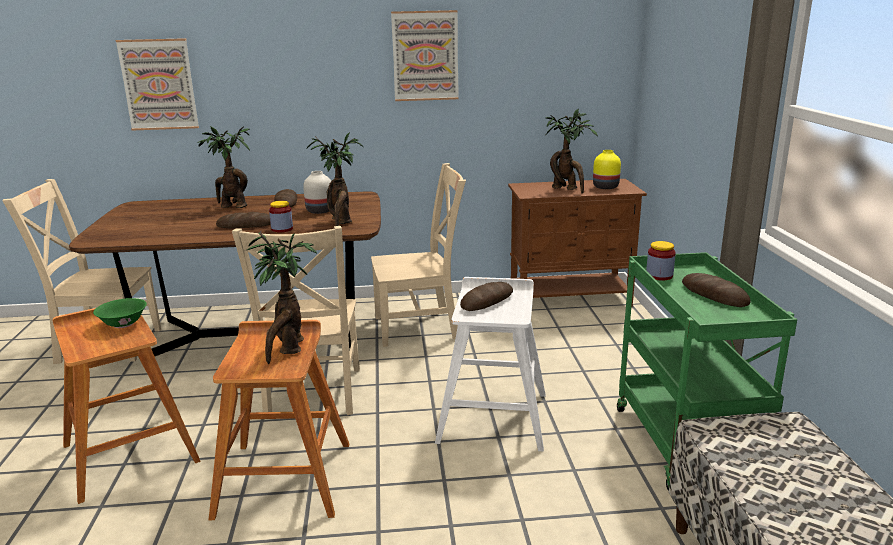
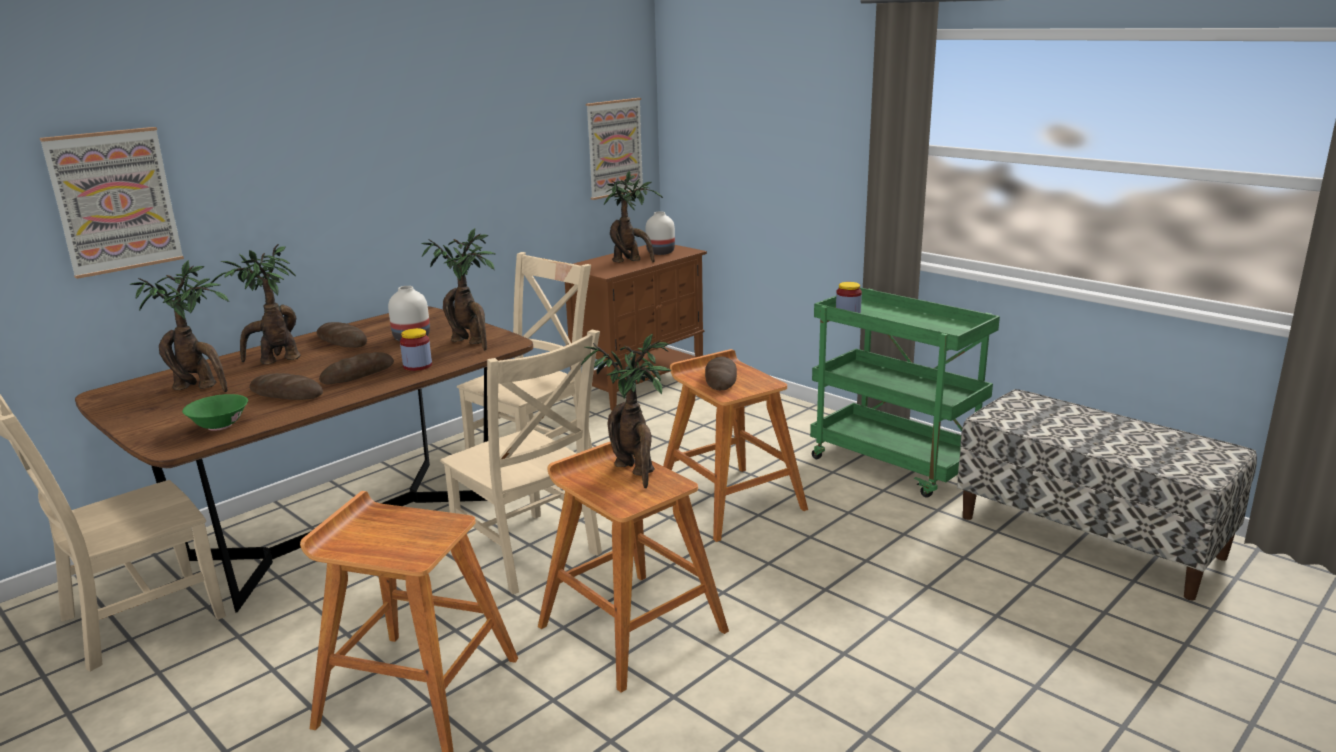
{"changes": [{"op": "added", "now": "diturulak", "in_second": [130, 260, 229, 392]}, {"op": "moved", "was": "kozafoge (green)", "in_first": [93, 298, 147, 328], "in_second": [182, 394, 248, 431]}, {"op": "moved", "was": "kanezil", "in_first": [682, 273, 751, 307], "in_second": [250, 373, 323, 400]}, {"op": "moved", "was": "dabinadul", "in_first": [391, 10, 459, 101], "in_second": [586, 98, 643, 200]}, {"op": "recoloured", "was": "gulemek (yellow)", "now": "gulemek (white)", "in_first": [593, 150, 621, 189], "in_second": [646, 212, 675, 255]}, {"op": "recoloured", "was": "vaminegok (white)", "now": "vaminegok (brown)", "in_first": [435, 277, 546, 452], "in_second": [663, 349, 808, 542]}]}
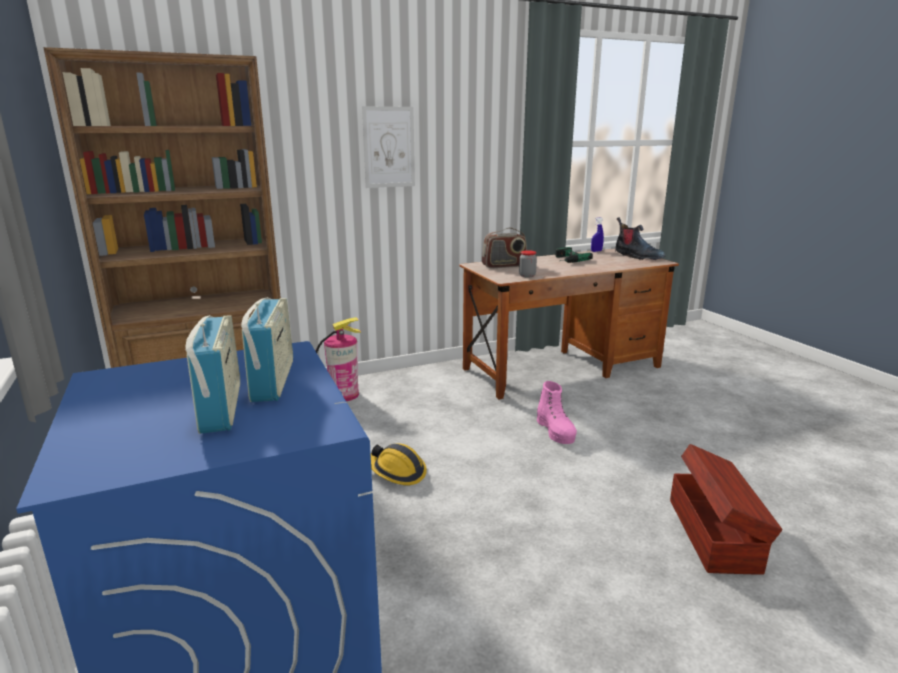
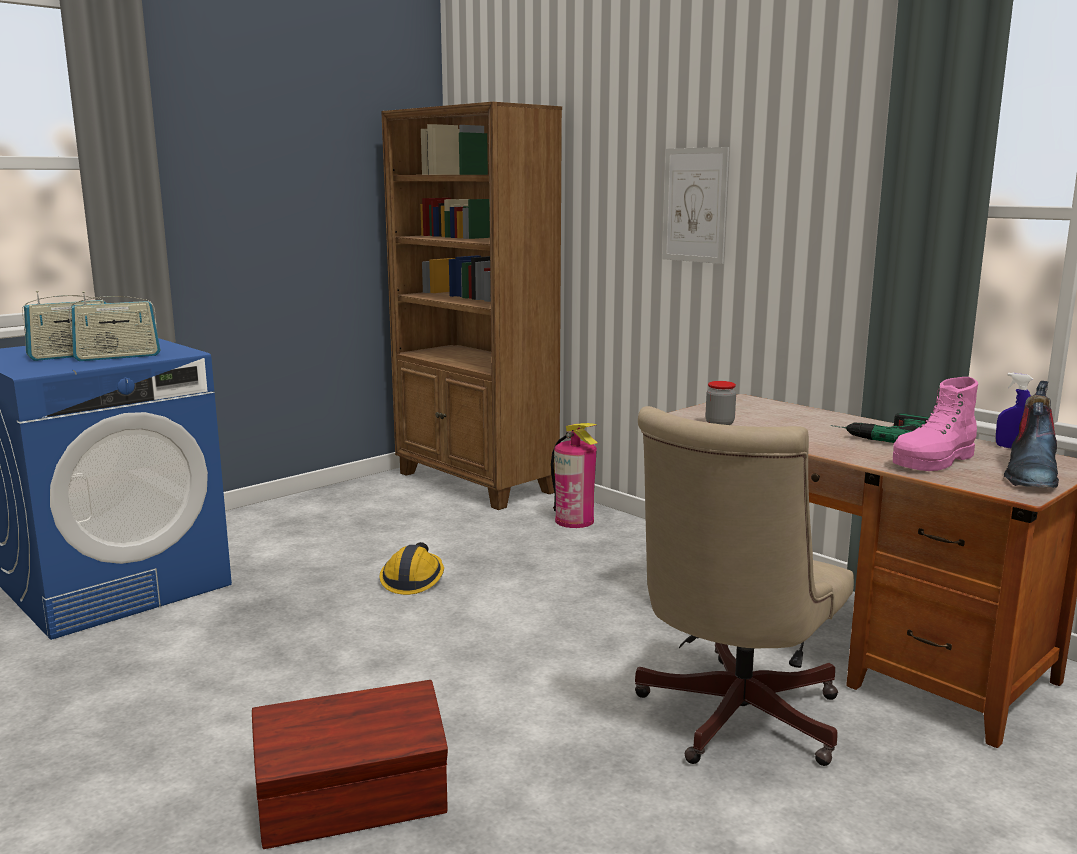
{"changes": [{"op": "added", "now": "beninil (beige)", "in_second": [635, 406, 854, 766]}, {"op": "moved", "was": "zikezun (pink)", "in_first": [537, 381, 577, 444], "in_second": [893, 377, 978, 471]}, {"op": "removed", "was": "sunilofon", "in_first": [482, 228, 527, 268]}]}
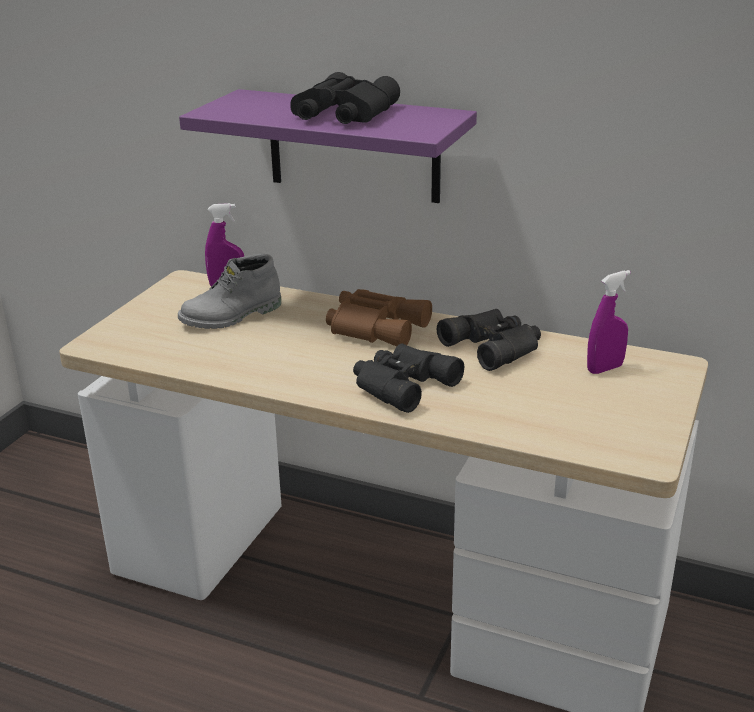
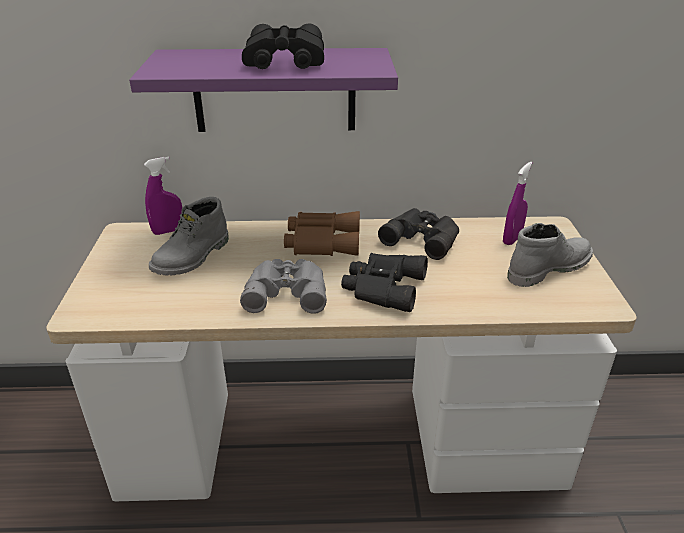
{"changes": [{"op": "added", "now": "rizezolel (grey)", "in_second": [240, 259, 327, 314]}, {"op": "added", "now": "zikezun (grey)", "in_second": [507, 223, 593, 287]}]}
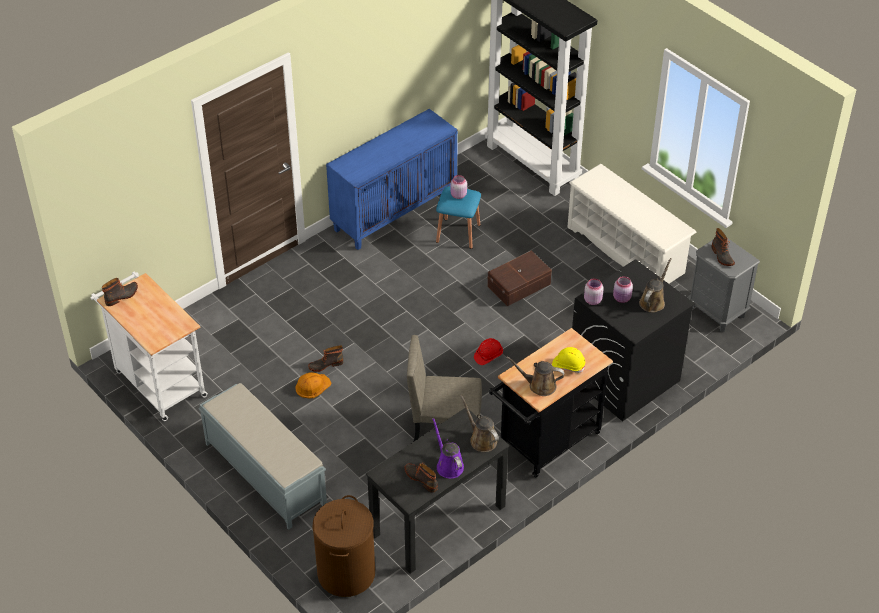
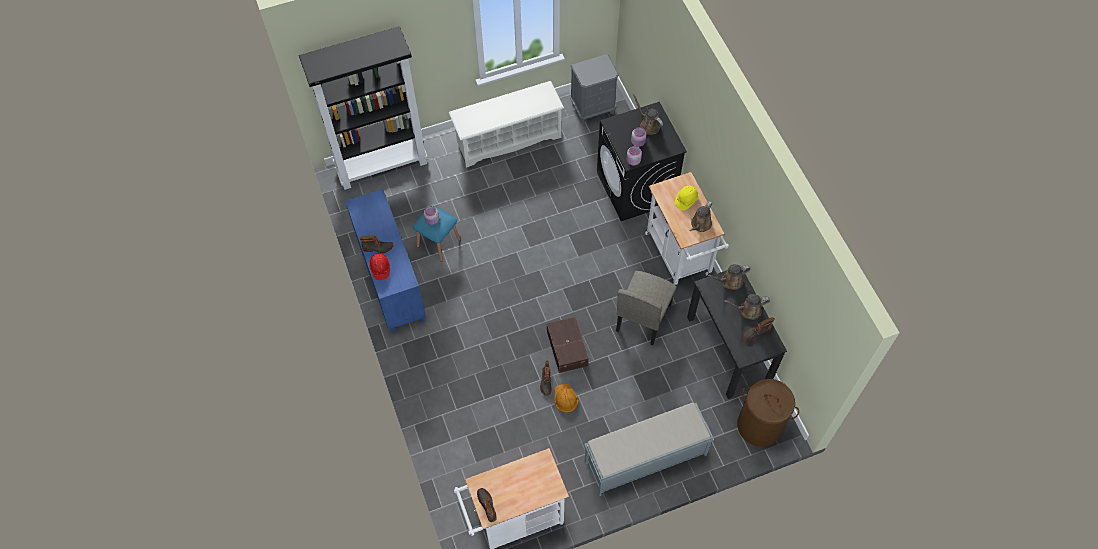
{"changes": [{"op": "moved", "was": "zikezun", "in_first": [711, 228, 735, 266], "in_second": [360, 235, 393, 253]}, {"op": "moved", "was": "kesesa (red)", "in_first": [474, 338, 503, 365], "in_second": [369, 254, 390, 280]}, {"op": "moved", "was": "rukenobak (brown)", "in_first": [487, 251, 552, 306], "in_second": [547, 317, 589, 373]}, {"op": "recoloured", "was": "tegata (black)", "now": "tegata (white)", "in_first": [489, 328, 613, 478], "in_second": [645, 172, 729, 285]}, {"op": "recoloured", "was": "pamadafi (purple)", "now": "pamadafi (brown)", "in_first": [432, 418, 464, 479], "in_second": [724, 294, 770, 320]}]}
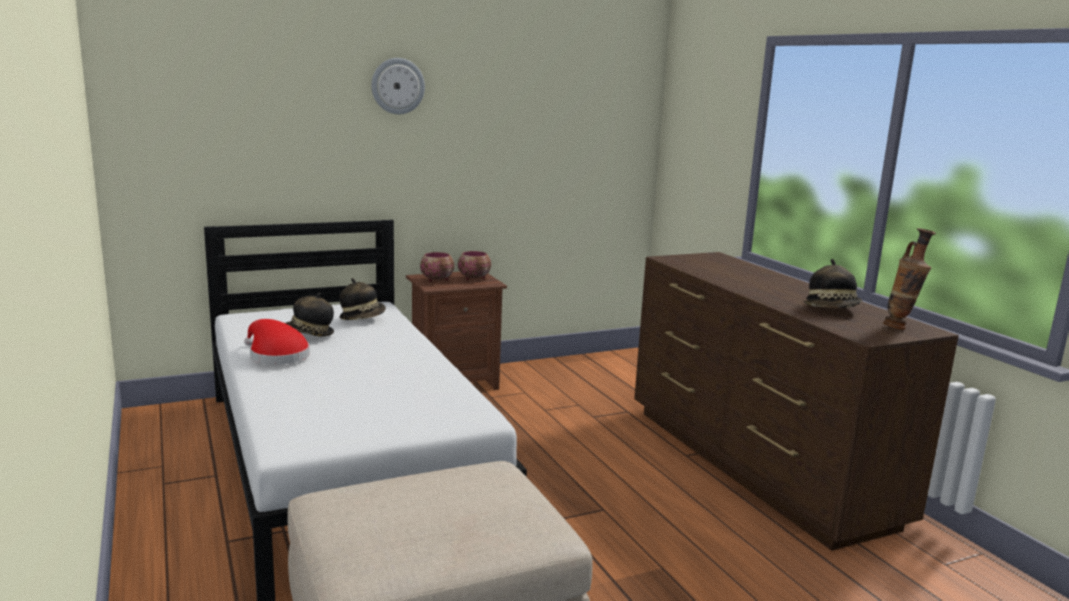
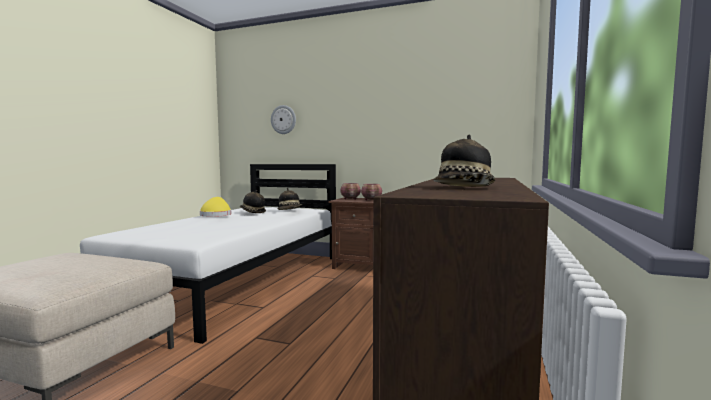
{"changes": [{"op": "recoloured", "was": "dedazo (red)", "now": "dedazo (yellow)", "in_first": [244, 319, 310, 365], "in_second": [200, 197, 231, 217]}, {"op": "moved", "was": "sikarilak", "in_first": [371, 58, 425, 114], "in_second": [271, 105, 296, 134]}, {"op": "removed", "was": "gulemek", "in_first": [883, 228, 937, 330]}]}
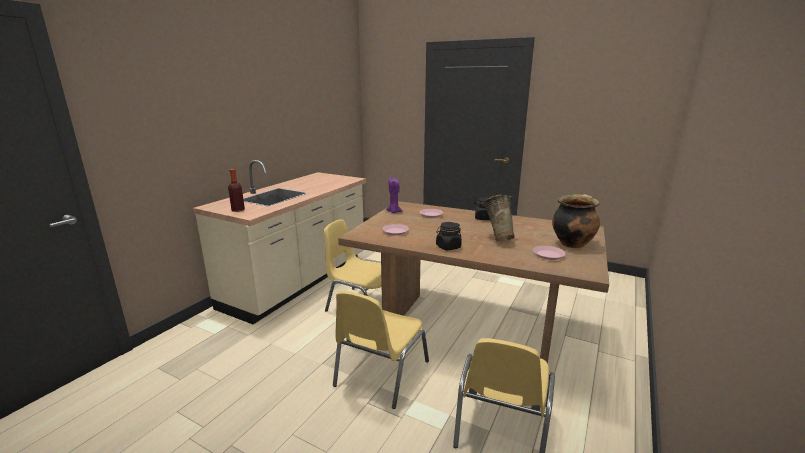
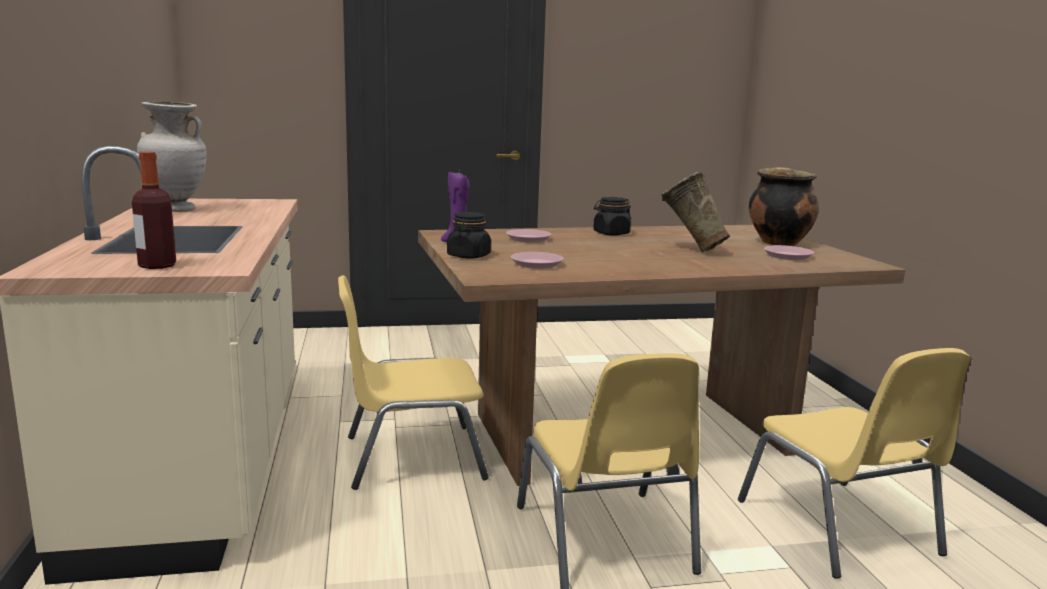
{"changes": [{"op": "added", "now": "gulemek (beige)", "in_second": [137, 102, 207, 212]}, {"op": "moved", "was": "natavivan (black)", "in_first": [436, 222, 462, 250], "in_second": [447, 212, 491, 259]}]}
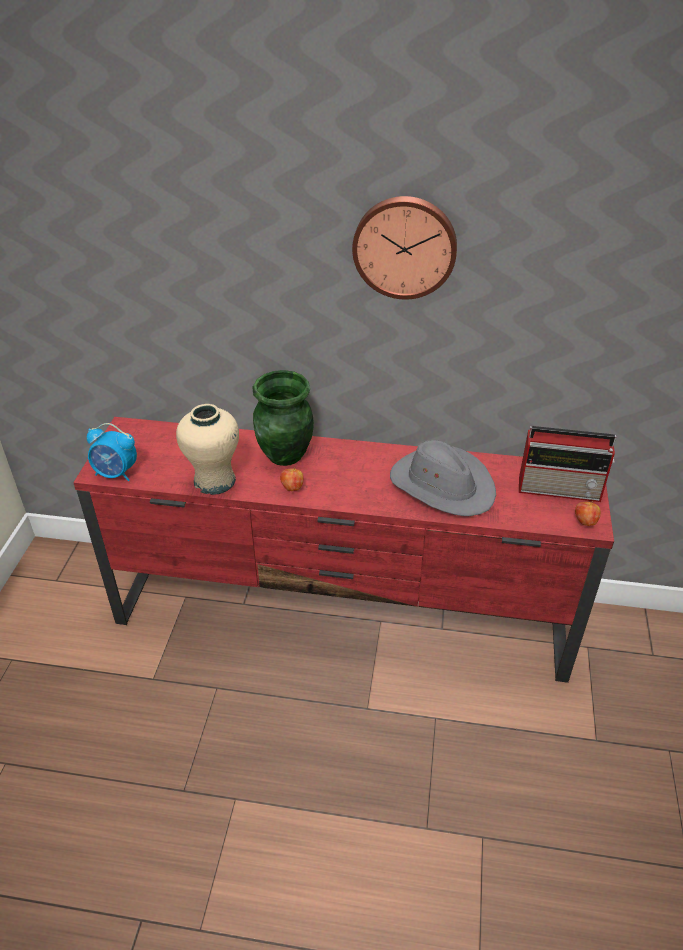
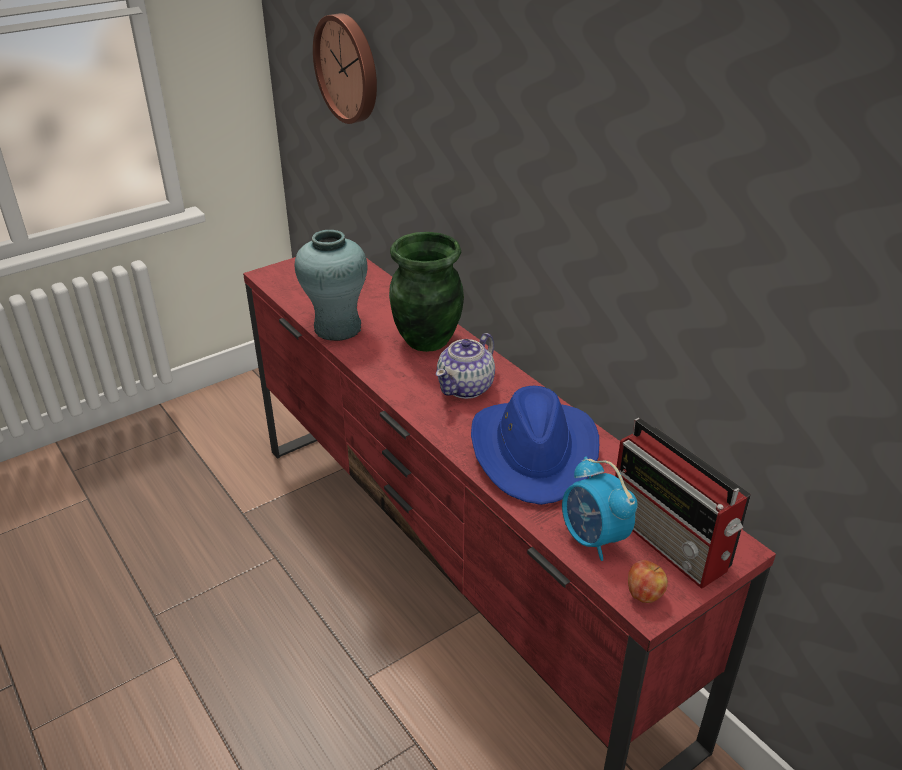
{"changes": [{"op": "recoloured", "was": "gulemek (beige)", "now": "gulemek (turquoise)", "in_first": [176, 404, 239, 495], "in_second": [295, 230, 367, 341]}, {"op": "moved", "was": "sikarilak", "in_first": [352, 196, 457, 299], "in_second": [313, 13, 377, 124]}, {"op": "added", "now": "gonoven", "in_second": [436, 333, 495, 399]}, {"op": "recoloured", "was": "dedazo (grey)", "now": "dedazo (blue)", "in_first": [390, 440, 496, 516], "in_second": [471, 386, 599, 505]}, {"op": "moved", "was": "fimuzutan", "in_first": [87, 423, 137, 481], "in_second": [562, 457, 638, 561]}, {"op": "removed", "was": "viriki", "in_first": [280, 468, 304, 491]}]}
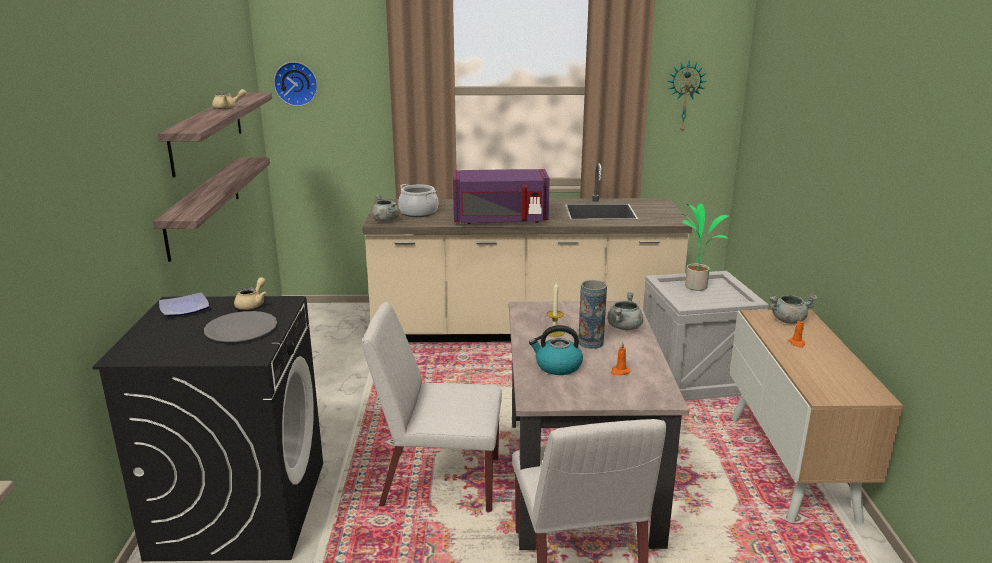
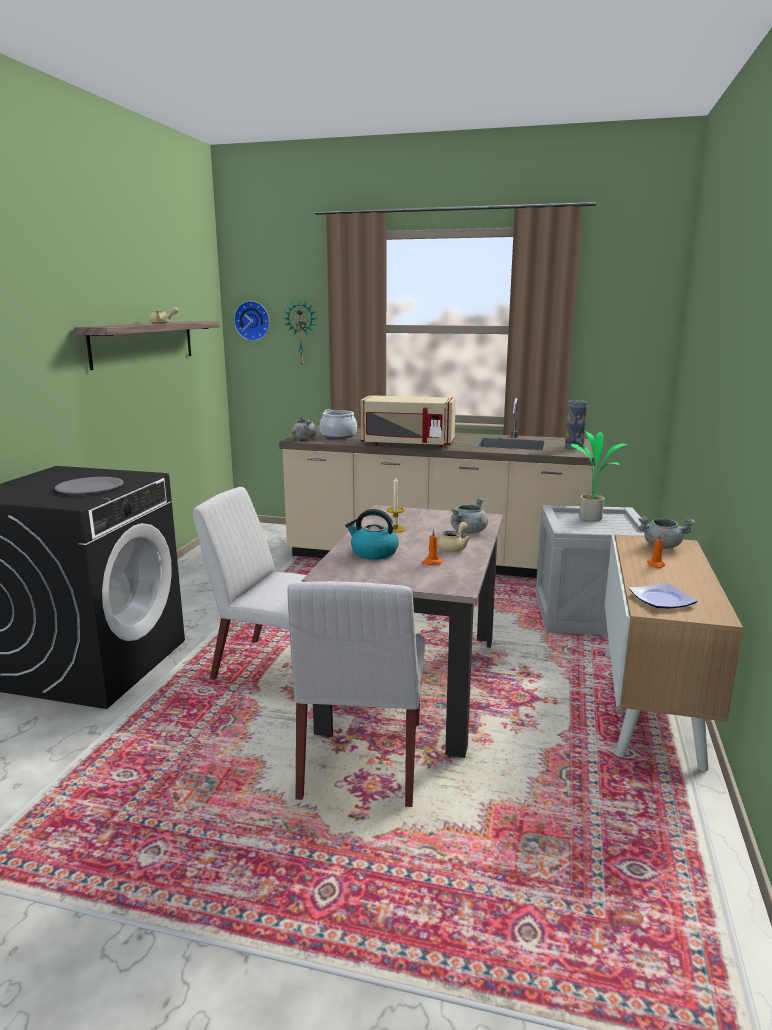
{"changes": [{"op": "moved", "was": "sikarilak", "in_first": [667, 61, 707, 133], "in_second": [284, 300, 317, 365]}, {"op": "recoloured", "was": "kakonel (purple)", "now": "kakonel (beige)", "in_first": [453, 169, 550, 224], "in_second": [361, 395, 456, 448]}, {"op": "moved", "was": "gonoven (beige)", "in_first": [234, 277, 266, 310], "in_second": [437, 522, 471, 552]}, {"op": "moved", "was": "gulemek", "in_first": [578, 280, 607, 349], "in_second": [565, 400, 588, 449]}, {"op": "moved", "was": "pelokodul", "in_first": [159, 292, 209, 317], "in_second": [629, 583, 698, 609]}, {"op": "removed", "was": "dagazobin", "in_first": [153, 158, 270, 262]}]}
